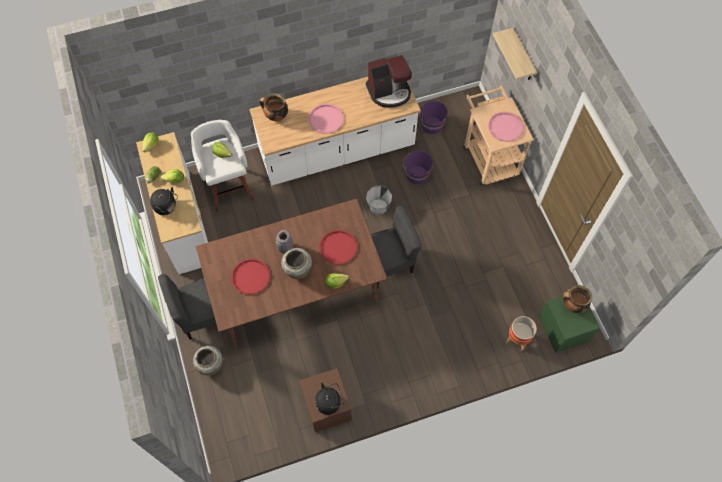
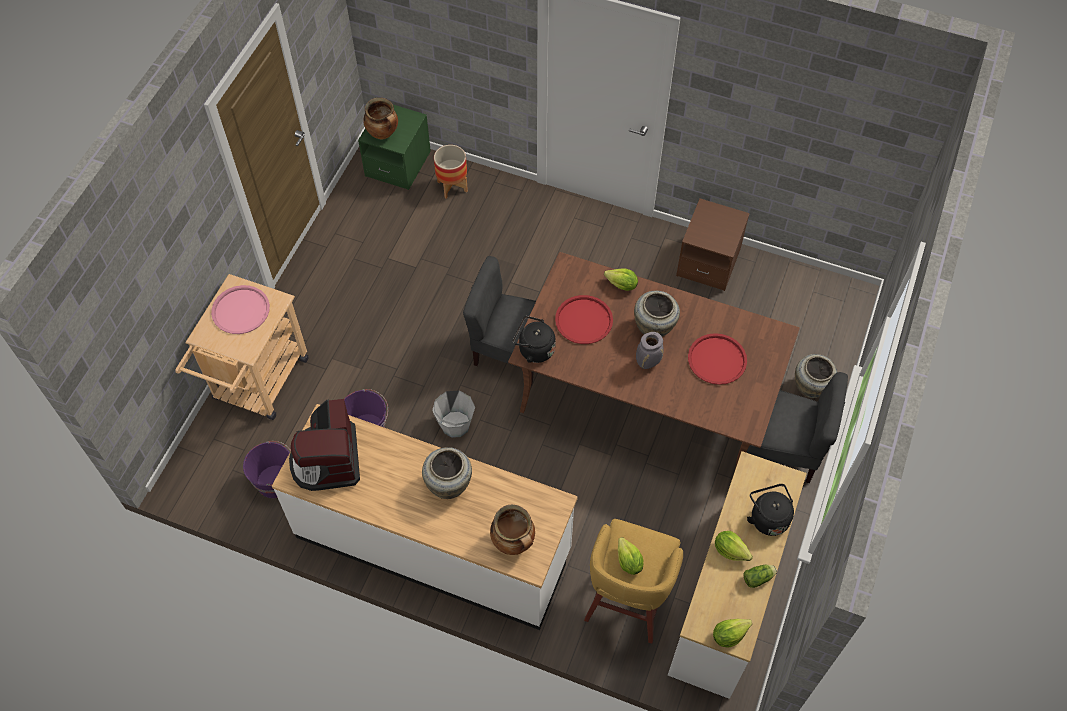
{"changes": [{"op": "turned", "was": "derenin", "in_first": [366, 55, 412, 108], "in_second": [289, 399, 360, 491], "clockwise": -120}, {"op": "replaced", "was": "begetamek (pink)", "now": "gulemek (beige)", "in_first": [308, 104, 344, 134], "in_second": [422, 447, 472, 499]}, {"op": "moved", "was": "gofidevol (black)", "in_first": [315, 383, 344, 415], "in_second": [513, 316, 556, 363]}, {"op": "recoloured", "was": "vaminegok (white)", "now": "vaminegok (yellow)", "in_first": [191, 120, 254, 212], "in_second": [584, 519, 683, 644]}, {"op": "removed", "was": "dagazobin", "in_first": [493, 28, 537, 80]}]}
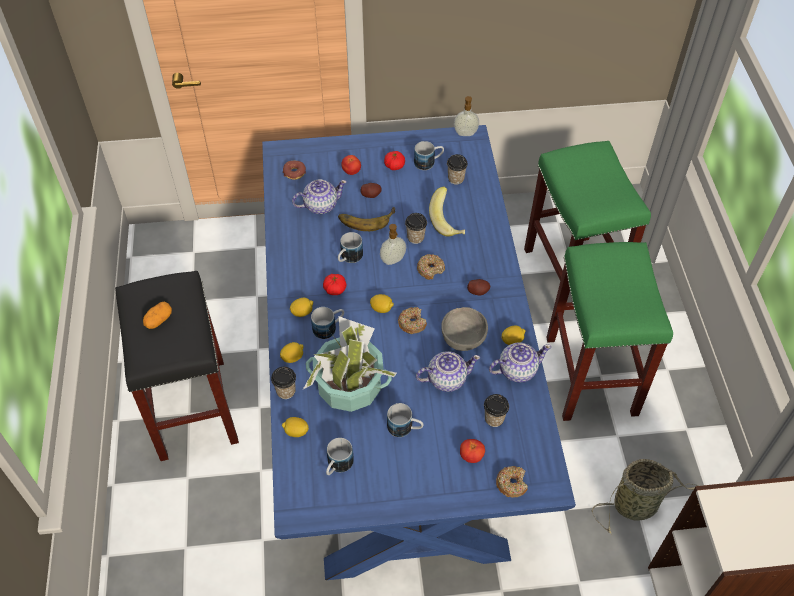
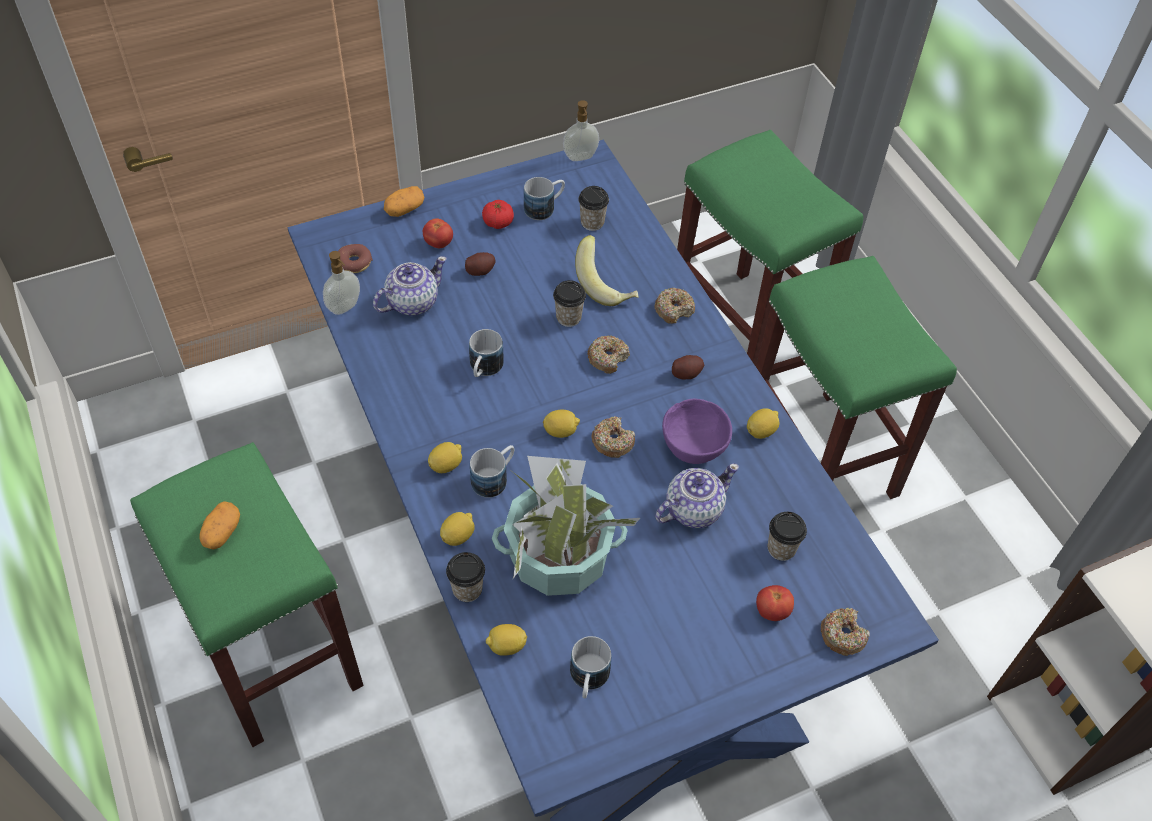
{"changes": [{"op": "recoloured", "was": "vaminegok (black)", "now": "vaminegok (green)", "in_first": [115, 271, 239, 461], "in_second": [130, 442, 364, 747]}, {"op": "moved", "was": "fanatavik", "in_first": [380, 224, 406, 265], "in_second": [323, 251, 360, 315]}, {"op": "added", "now": "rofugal", "in_second": [384, 186, 425, 217]}, {"op": "added", "now": "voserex", "in_second": [655, 287, 695, 324]}, {"op": "recoloured", "was": "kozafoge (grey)", "now": "kozafoge (purple)", "in_first": [441, 307, 488, 351], "in_second": [662, 399, 732, 464]}, {"op": "removed", "was": "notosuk", "in_first": [323, 274, 347, 295]}, {"op": "removed", "was": "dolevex", "in_first": [338, 207, 395, 231]}, {"op": "removed", "was": "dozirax", "in_first": [387, 403, 423, 437]}, {"op": "removed", "was": "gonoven", "in_first": [489, 342, 551, 383]}, {"op": "removed", "was": "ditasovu", "in_first": [591, 459, 698, 534]}]}
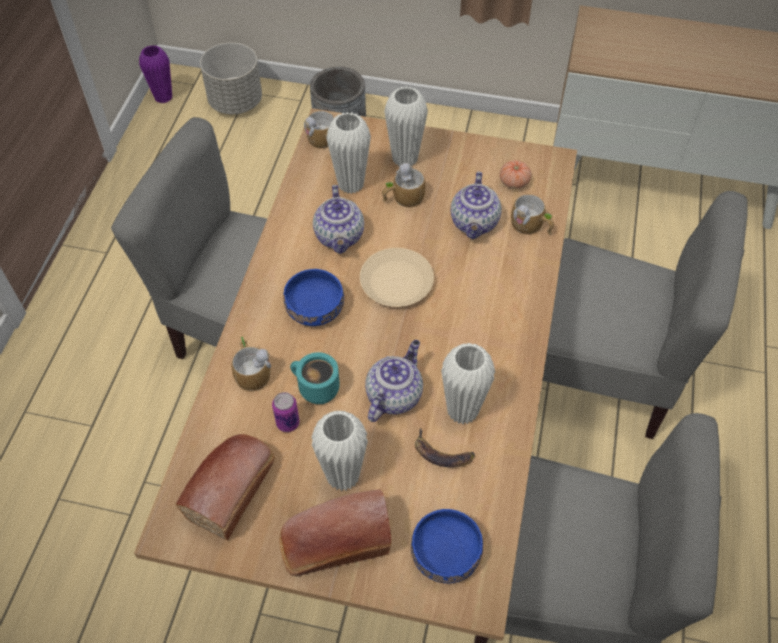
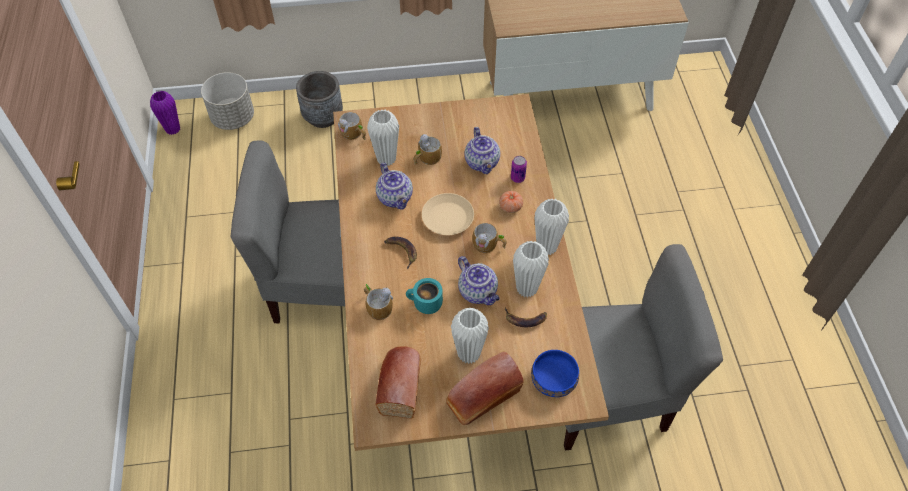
{"changes": [{"op": "replaced", "was": "kozafoge (blue)", "now": "dolevex", "in_first": [283, 269, 344, 326], "in_second": [384, 237, 417, 269]}, {"op": "turned", "was": "gonoven", "in_first": [365, 340, 423, 422], "in_second": [458, 256, 499, 305], "clockwise": 135}, {"op": "moved", "was": "dozirax", "in_first": [511, 194, 554, 235], "in_second": [472, 223, 507, 253]}, {"op": "moved", "was": "notosuk", "in_first": [499, 160, 531, 189], "in_second": [499, 191, 523, 213]}, {"op": "moved", "was": "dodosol", "in_first": [272, 392, 300, 432], "in_second": [511, 156, 527, 183]}, {"op": "moved", "was": "gulemek (white)", "in_first": [384, 87, 428, 166], "in_second": [534, 199, 569, 255]}, {"op": "removed", "was": "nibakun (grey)", "in_first": [543, 191, 748, 439]}]}
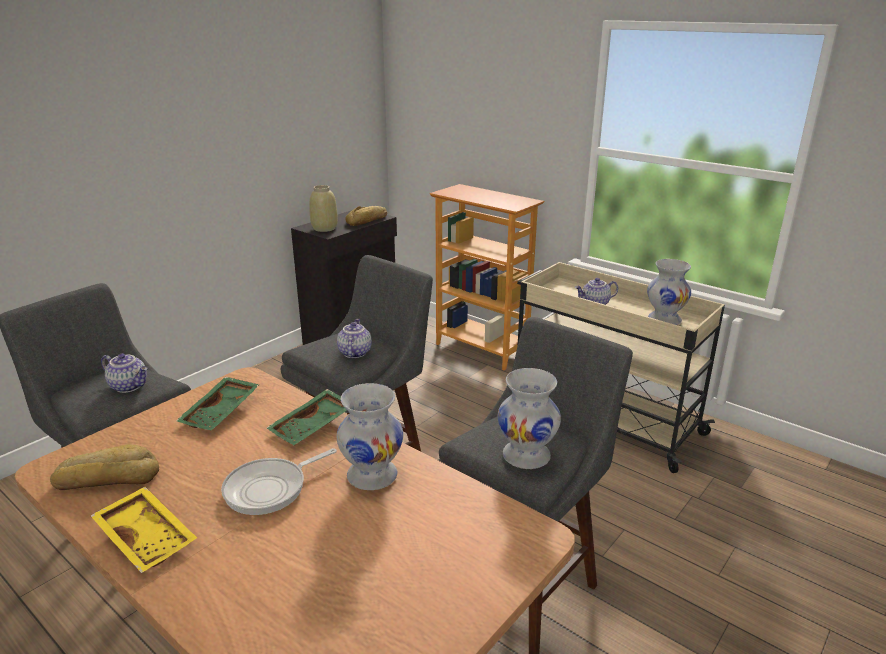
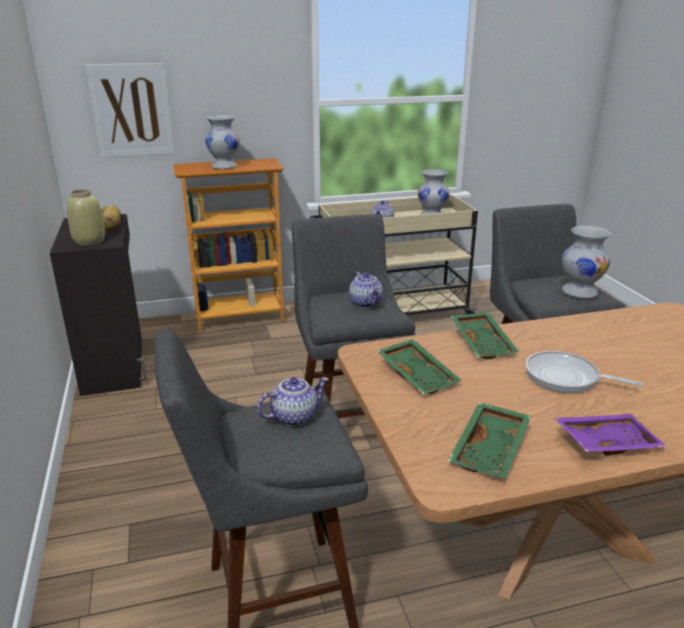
{"changes": [{"op": "added", "now": "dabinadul", "in_second": [86, 63, 174, 158]}, {"op": "moved", "was": "gulemek (white)", "in_first": [337, 383, 403, 490], "in_second": [205, 115, 240, 169]}, {"op": "turned", "was": "gonoven", "in_first": [337, 319, 372, 358], "in_second": [349, 271, 383, 308], "clockwise": -150}, {"op": "replaced", "was": "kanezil", "now": "begetamek (green)", "in_first": [50, 444, 159, 490], "in_second": [448, 402, 531, 479]}, {"op": "turned", "was": "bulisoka", "in_first": [221, 448, 337, 515], "in_second": [526, 351, 643, 393], "clockwise": 120}, {"op": "recoloured", "was": "begetamek (yellow)", "now": "begetamek (purple)", "in_first": [90, 487, 197, 573], "in_second": [555, 414, 667, 456]}]}
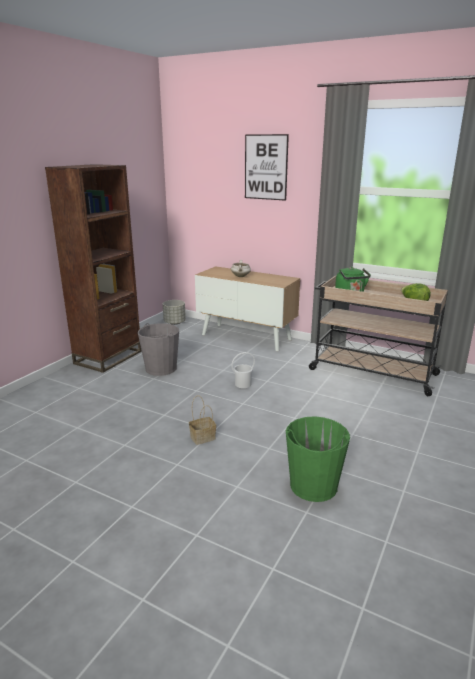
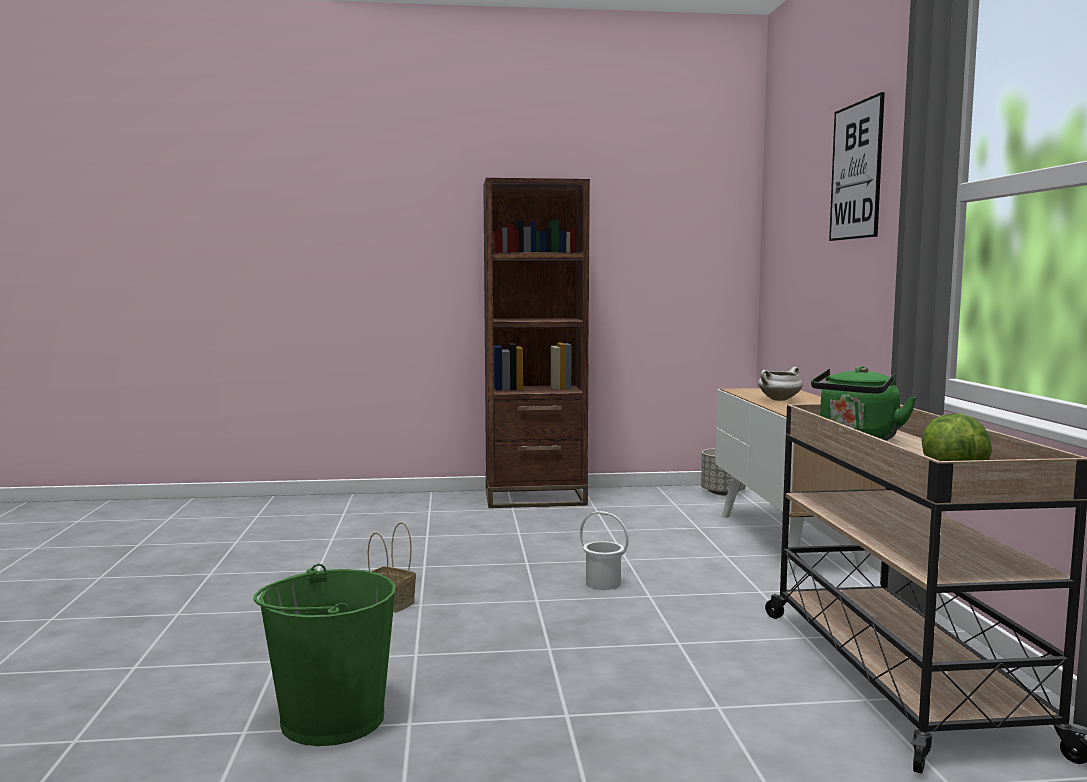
{"changes": [{"op": "removed", "was": "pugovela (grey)", "in_first": [138, 323, 179, 376]}]}
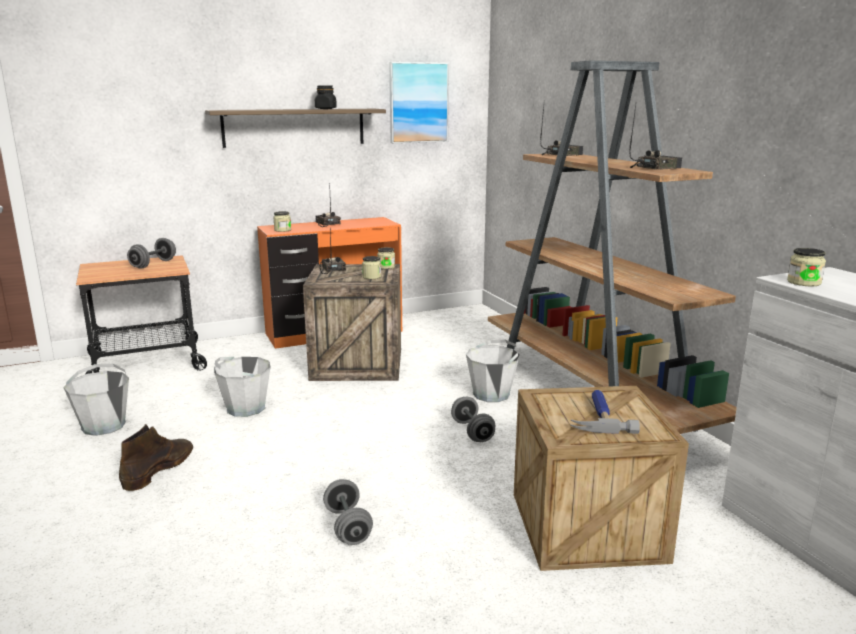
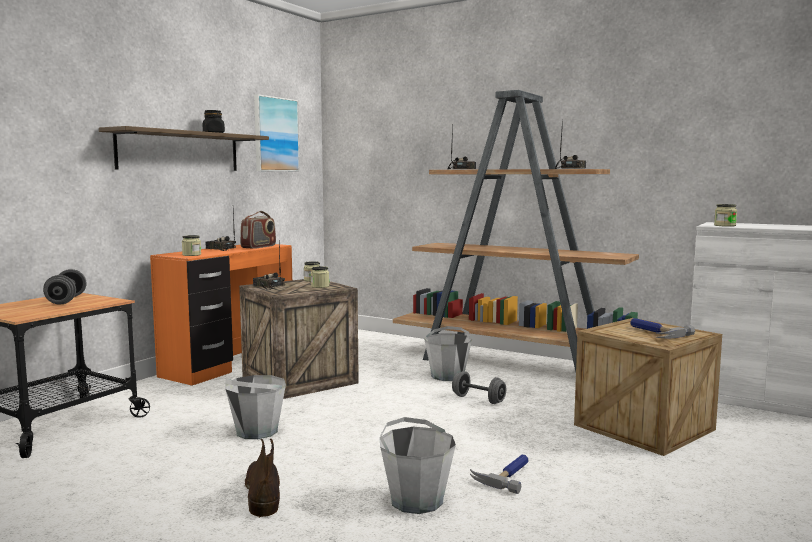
{"changes": [{"op": "added", "now": "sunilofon", "in_second": [240, 211, 276, 249]}, {"op": "moved", "was": "pugovela (grey)", "in_first": [63, 364, 129, 436], "in_second": [379, 417, 456, 514]}, {"op": "replaced", "was": "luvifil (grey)", "now": "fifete", "in_first": [323, 479, 373, 545], "in_second": [470, 455, 529, 494]}]}
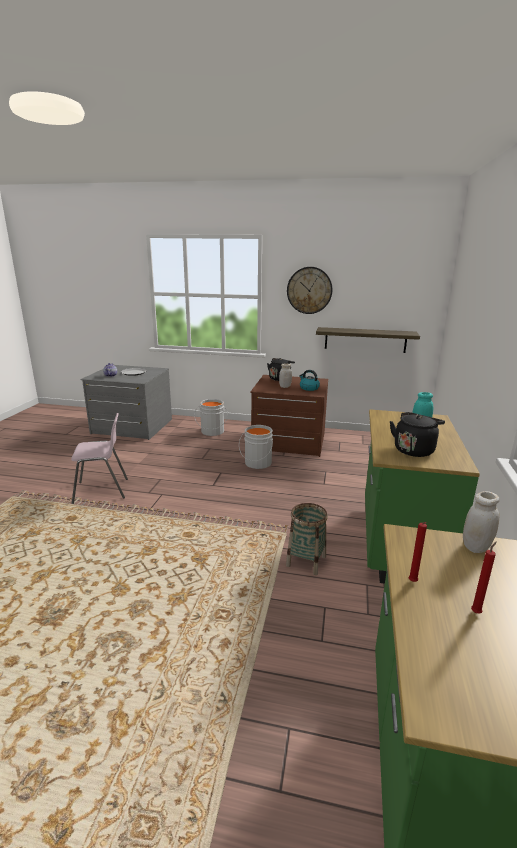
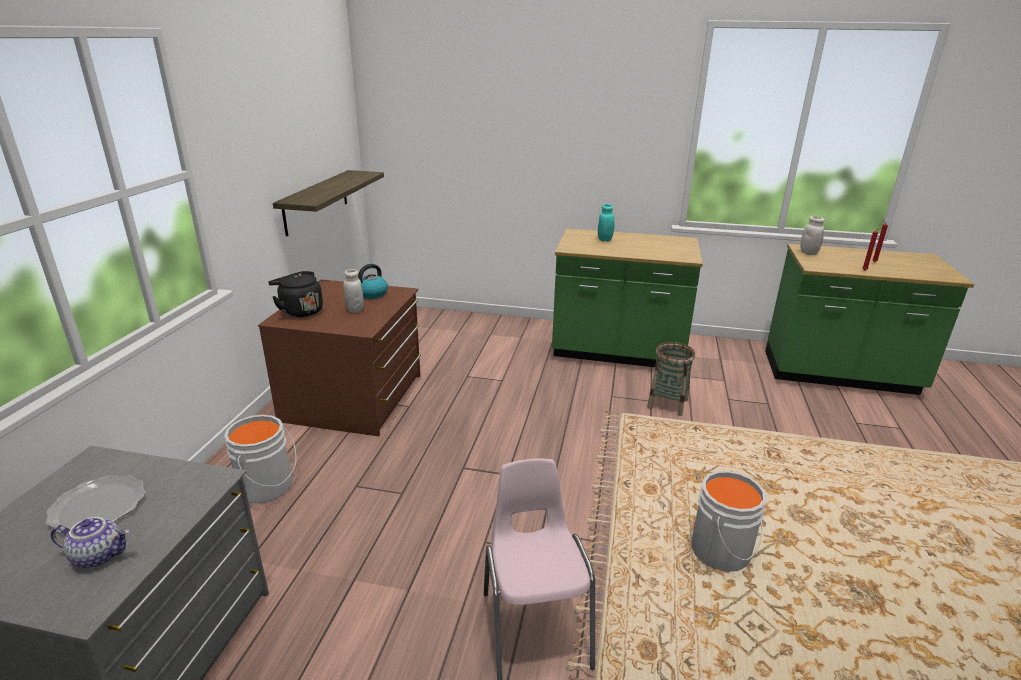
{"changes": [{"op": "moved", "was": "pugovela (grey)", "in_first": [239, 425, 273, 469], "in_second": [691, 470, 767, 572]}, {"op": "removed", "was": "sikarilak", "in_first": [287, 267, 332, 314]}, {"op": "removed", "was": "gofidevol (black)", "in_first": [390, 412, 445, 457]}]}
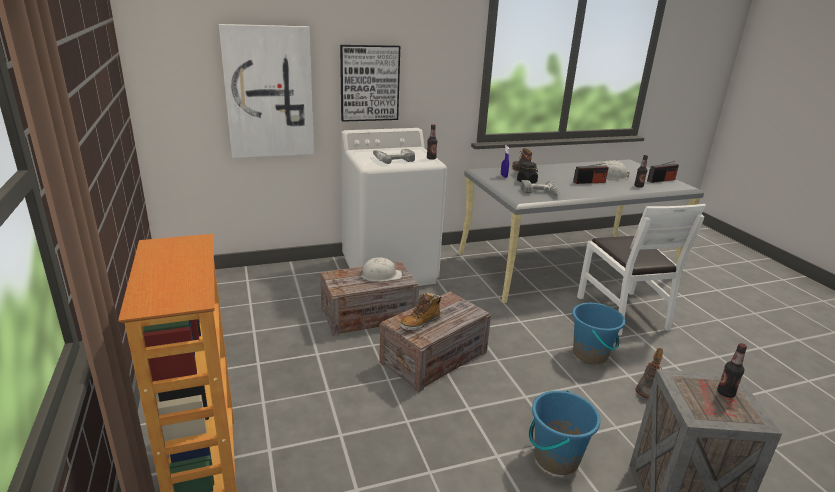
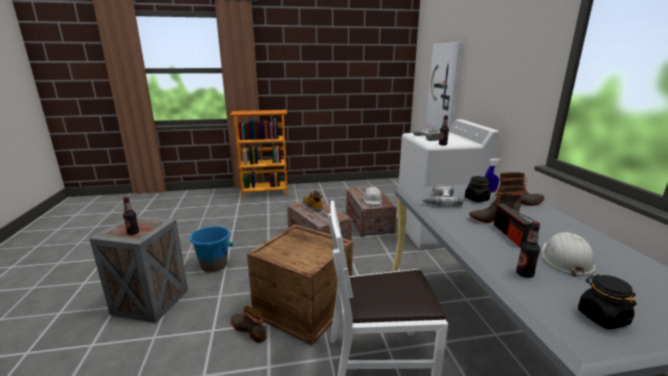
{"changes": [{"op": "replaced", "was": "pugovela (blue)", "now": "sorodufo", "in_first": [572, 303, 625, 364], "in_second": [247, 224, 353, 346]}, {"op": "added", "now": "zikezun", "in_second": [469, 185, 524, 223]}, {"op": "replaced", "was": "sunilofon", "now": "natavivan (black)", "in_first": [647, 161, 679, 183], "in_second": [578, 275, 637, 329]}, {"op": "removed", "was": "dabinadul", "in_first": [340, 45, 400, 122]}]}
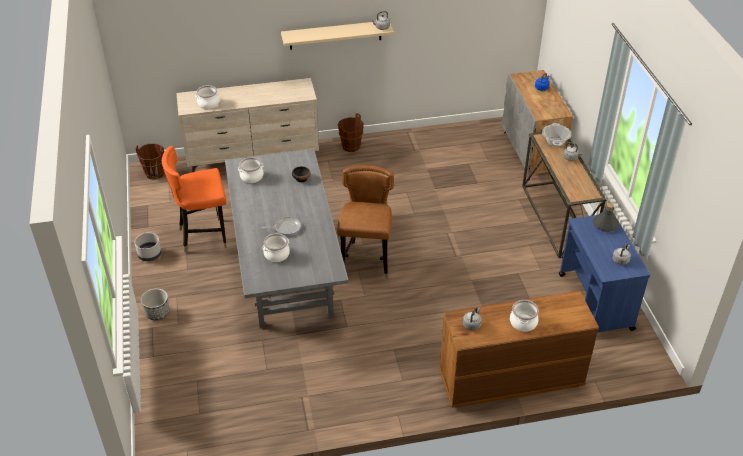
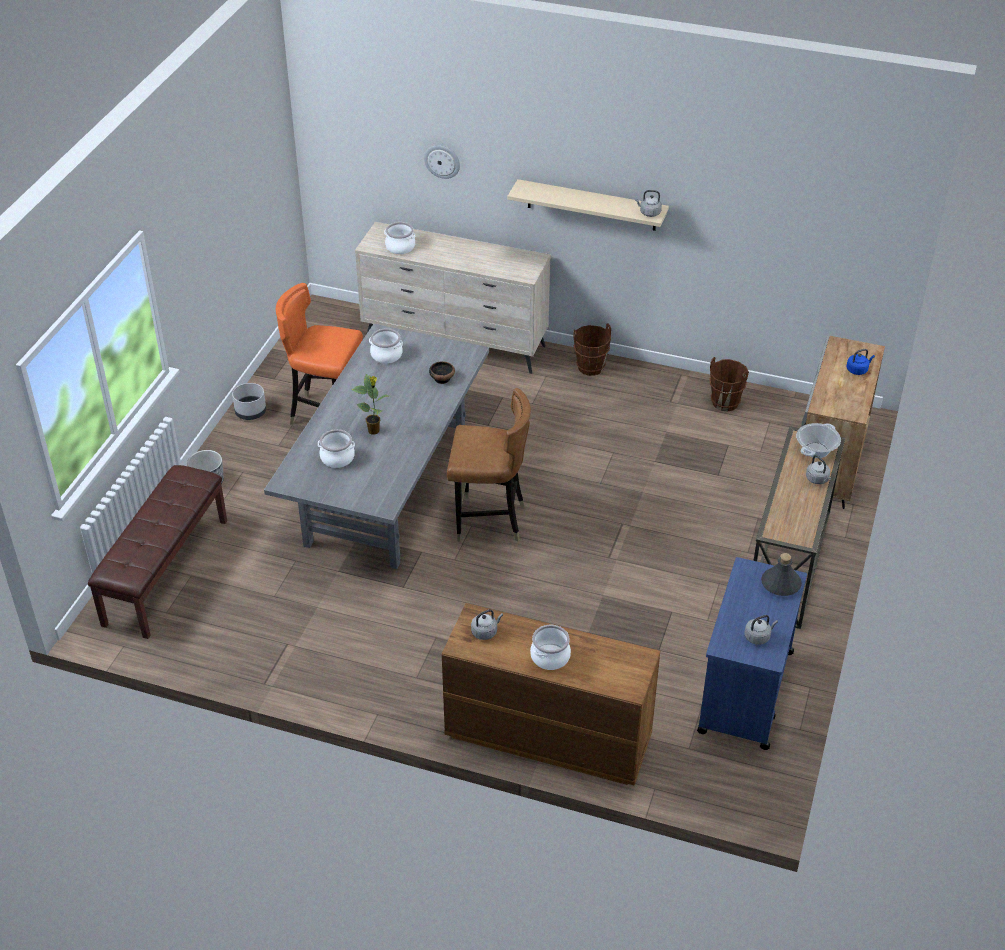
{"changes": [{"op": "added", "now": "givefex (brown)", "in_second": [88, 465, 227, 639]}, {"op": "replaced", "was": "bulisoka", "now": "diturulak", "in_first": [262, 217, 301, 236], "in_second": [352, 374, 389, 435]}, {"op": "added", "now": "sikarilak", "in_second": [424, 145, 460, 179]}, {"op": "turned", "was": "nibakun (brown)", "in_first": [337, 165, 394, 279], "in_second": [447, 388, 531, 542], "clockwise": 60}, {"op": "moved", "was": "pugovela (brown)", "in_first": [136, 143, 164, 180], "in_second": [709, 357, 749, 412]}]}
